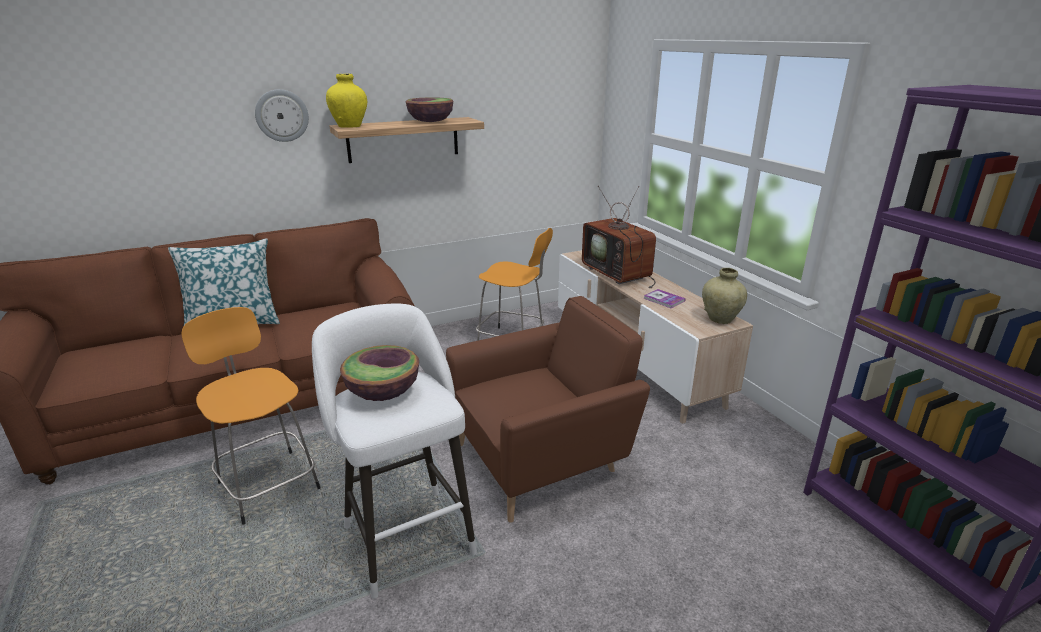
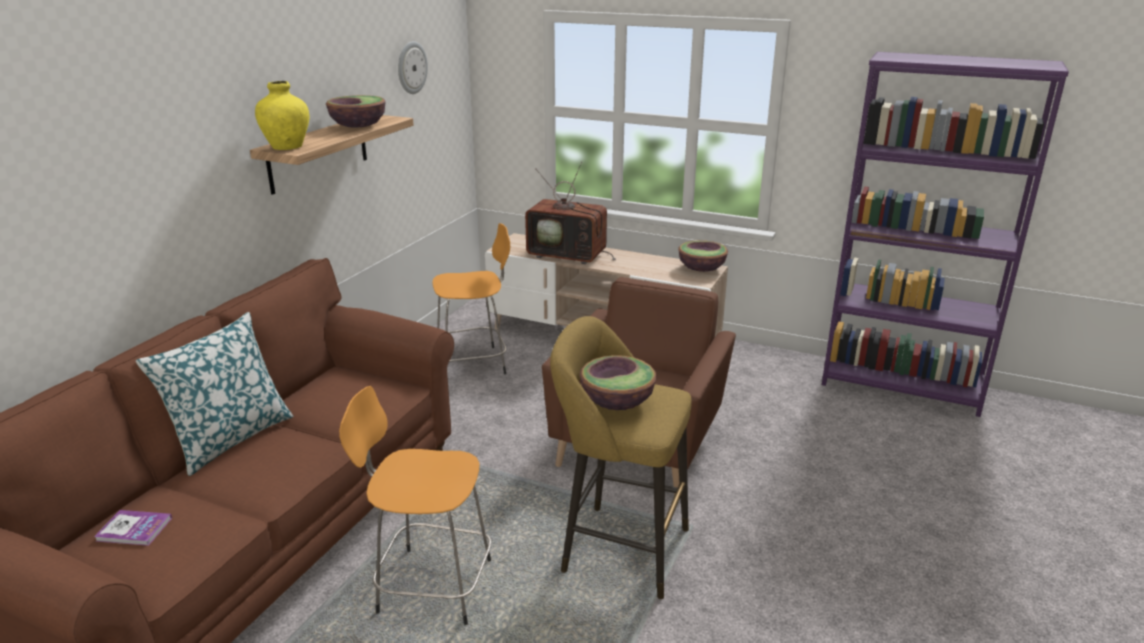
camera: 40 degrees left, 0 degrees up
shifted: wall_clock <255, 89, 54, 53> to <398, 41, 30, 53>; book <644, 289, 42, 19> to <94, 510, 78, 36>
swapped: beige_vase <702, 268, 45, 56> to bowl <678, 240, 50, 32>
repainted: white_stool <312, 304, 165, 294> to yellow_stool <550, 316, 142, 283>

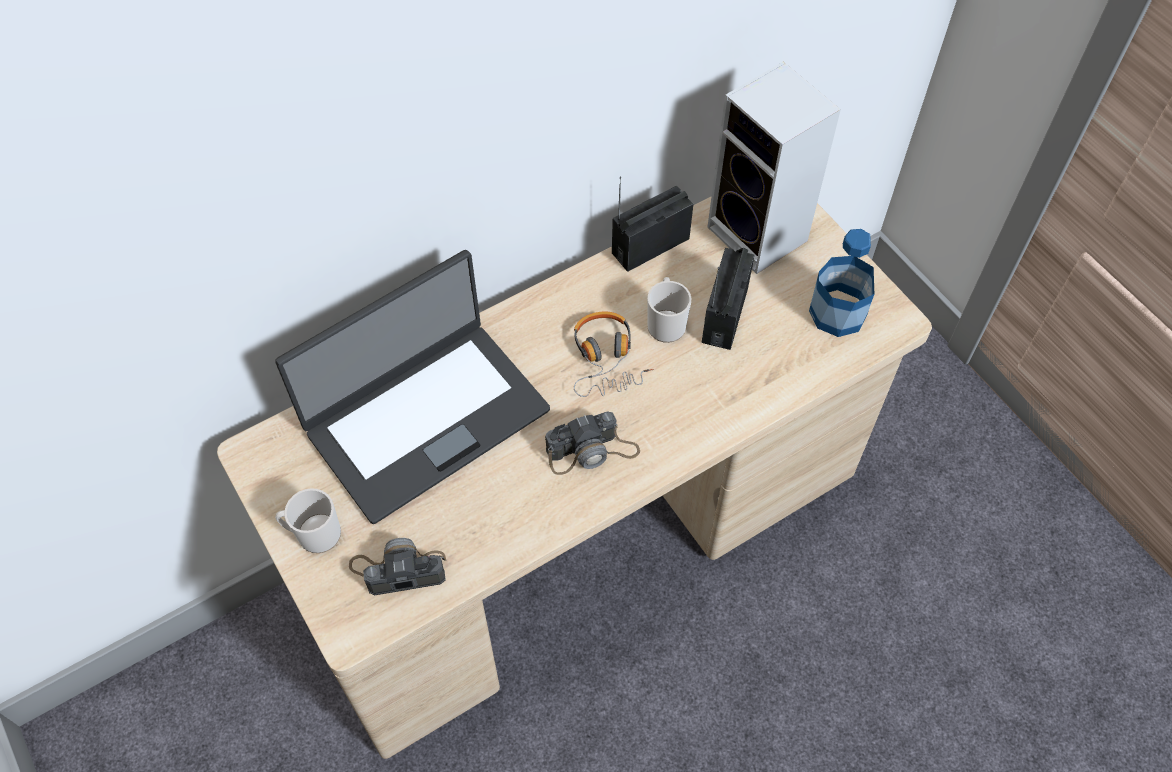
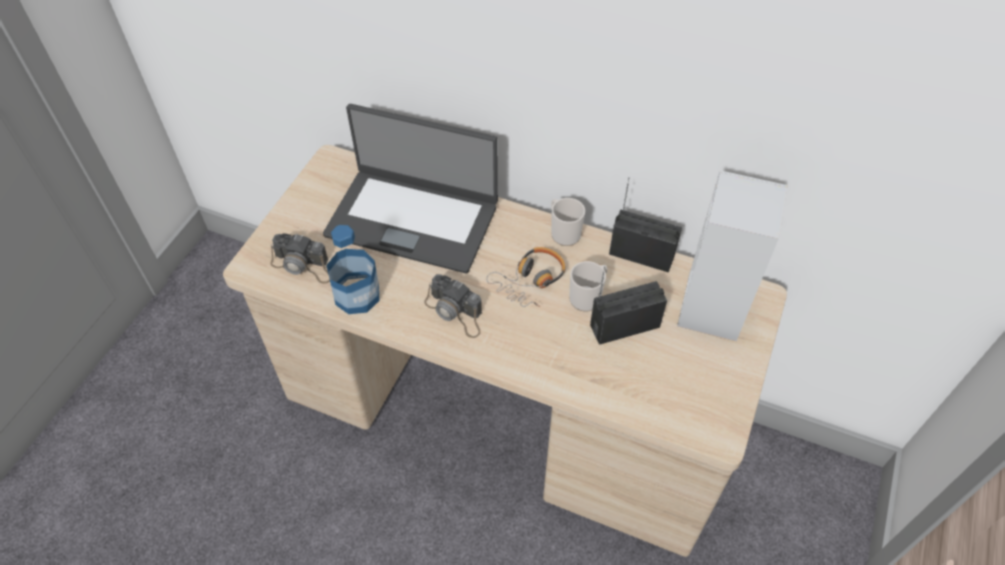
camera: 55 degrees right, 5 degrees down
shifted: bottle <809, 229, 65, 108> to <326, 225, 53, 89>; mug <275, 488, 66, 65> to <551, 198, 34, 48>
rotated: photo_camera <349, 538, 97, 57> = <270, 233, 60, 51> 150 degrees clockwise

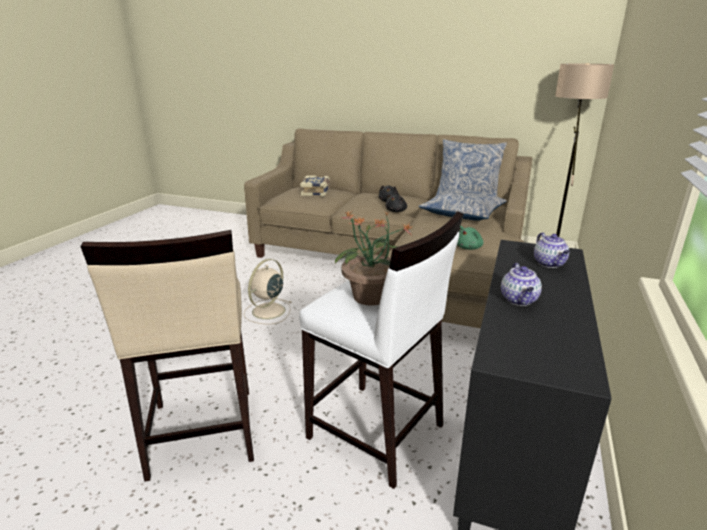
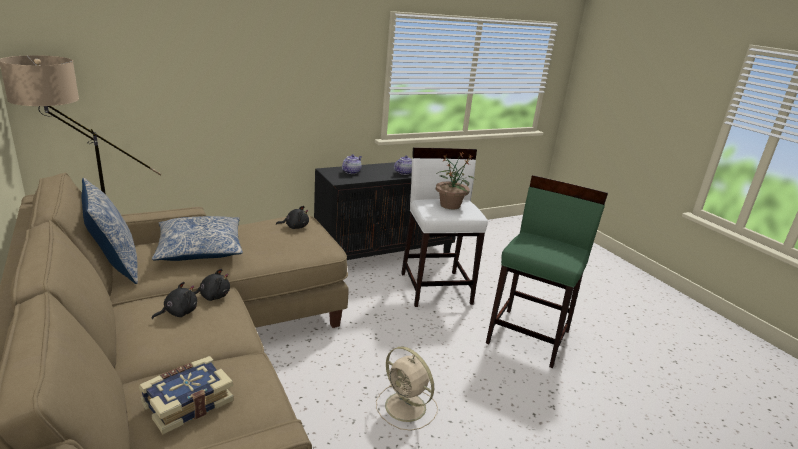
camera: 140 degrees left, 0 degrees up
repainted: green_plush_toy <457, 226, 26, 24> to black_plush_toy <276, 206, 33, 23>; beige_stool <81, 230, 173, 252> to green_stool <486, 175, 122, 193>
rotated: beige_fan <243, 259, 48, 65> = <376, 346, 62, 85> 60 degrees clockwise

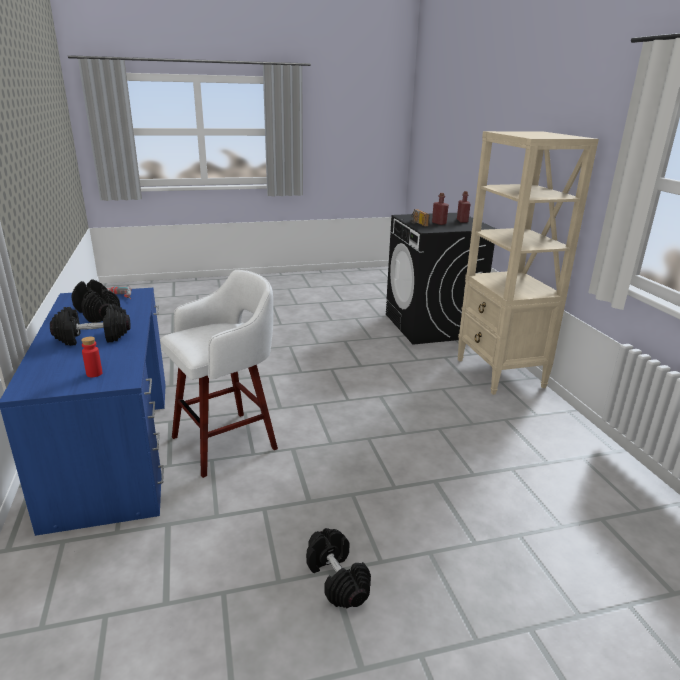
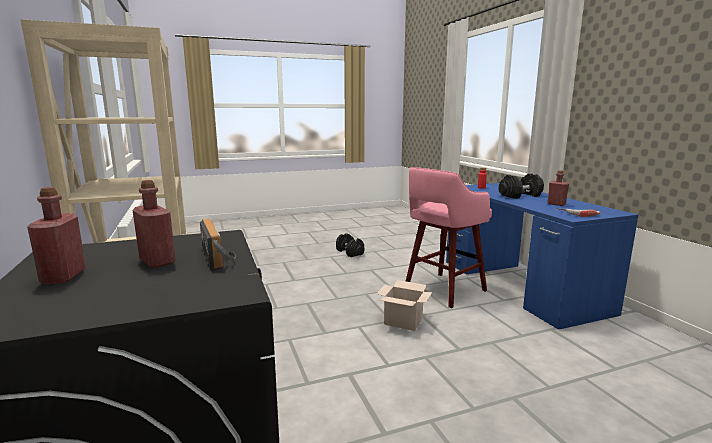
camera: 175 degrees right, 10 degrees down
new: cardboard_box <376, 280, 56, 51>
swapped: black_dumbbell <71, 279, 49, 44> to red_bottle <547, 170, 22, 36>
repainted: white_stool <160, 270, 118, 208> to pink_stool <406, 167, 86, 141>

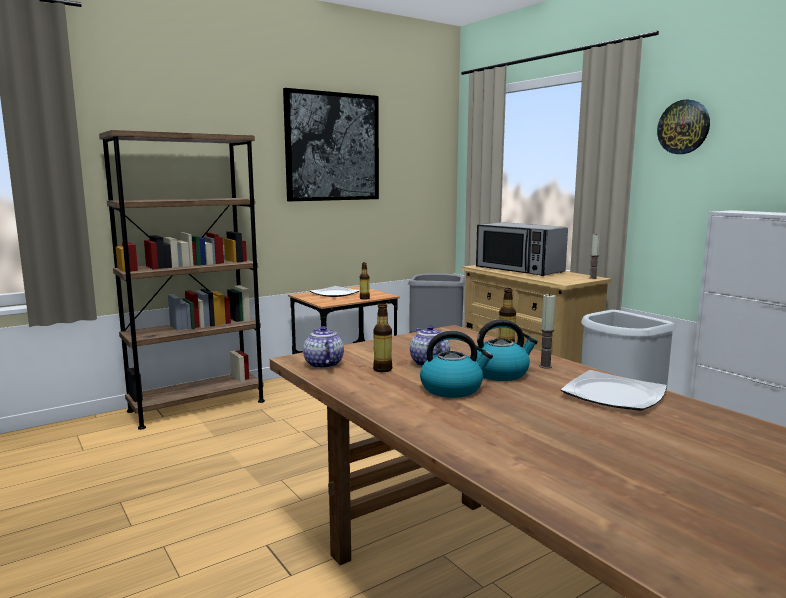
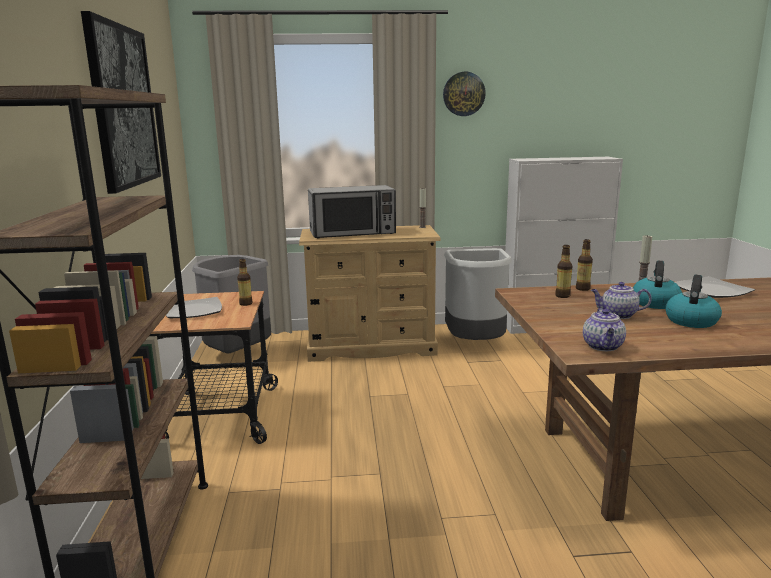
camera: 60 degrees left, 5 degrees up
shifted: bottle <373, 303, 19, 69> to <555, 245, 18, 53>
rotated: teapot <303, 326, 41, 43> = <583, 308, 43, 43> 90 degrees counterclockwise

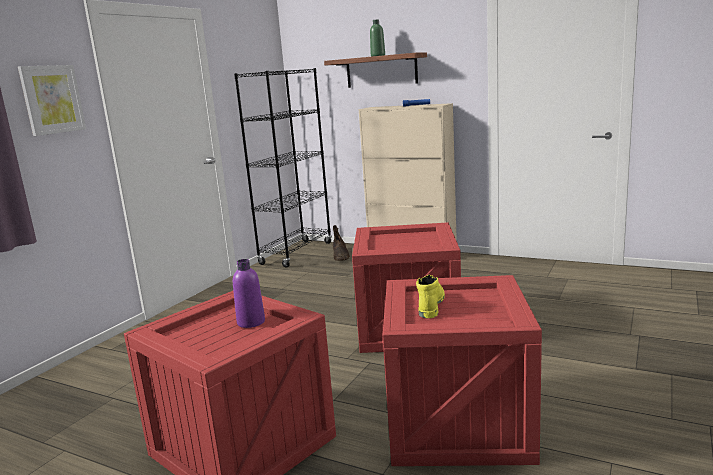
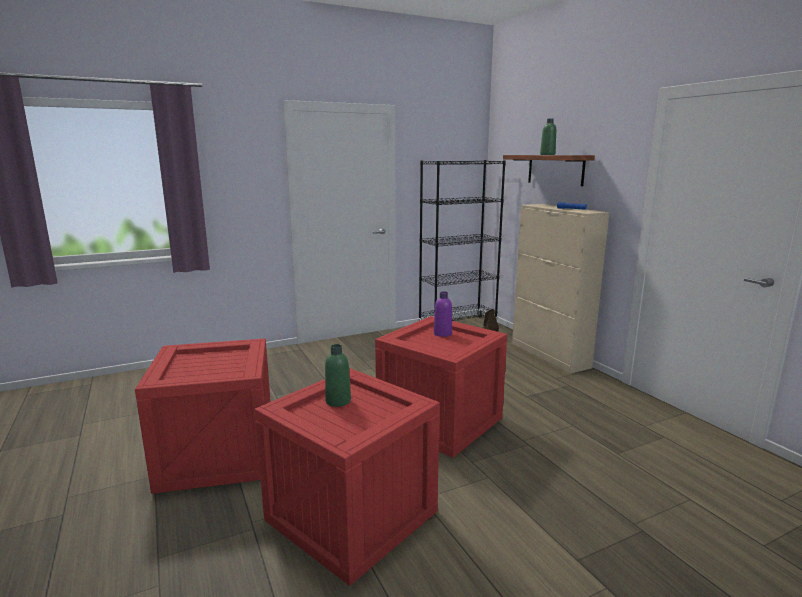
camera: 35 degrees right, 0 degrees up
gone: picture <18, 65, 68, 71>
shifted: purple_bottle <233, 259, 32, 69> to <434, 291, 18, 46>
swapped: yellow_boot <416, 275, 29, 43> to green_bottle <325, 344, 26, 63>

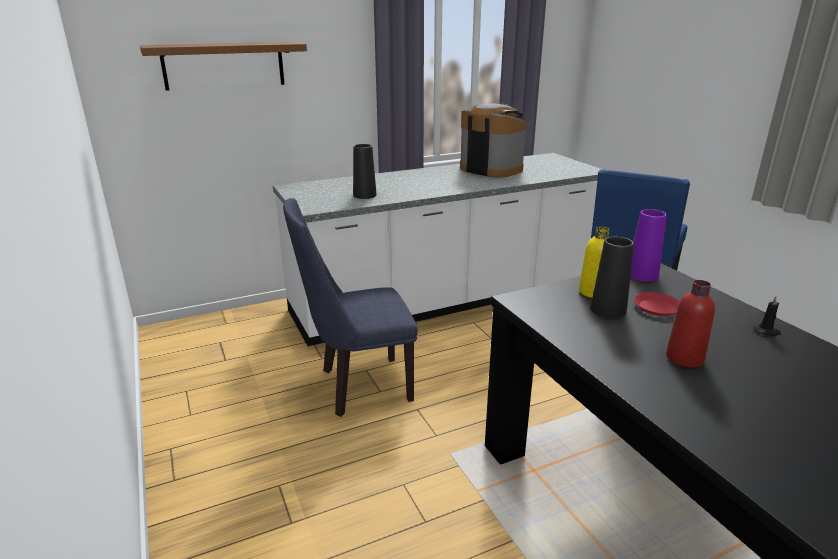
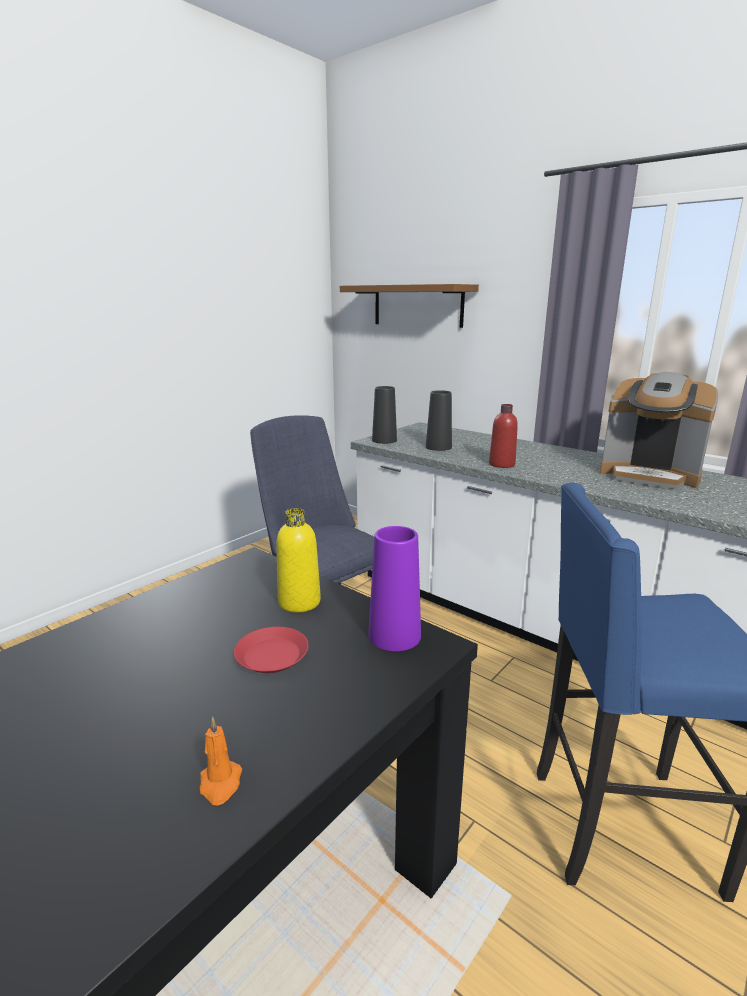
camera: 65 degrees right, 5 degrees down
shifted: black_vase <590, 237, 44, 81> to <372, 386, 25, 58>; red_bottle <666, 280, 49, 88> to <489, 404, 29, 64>
repainted: black_candle <753, 295, 28, 41> to orange_candle <200, 717, 42, 88>
rotated: coffee_machine <460, 103, 67, 75> = <600, 372, 118, 118> 105 degrees clockwise

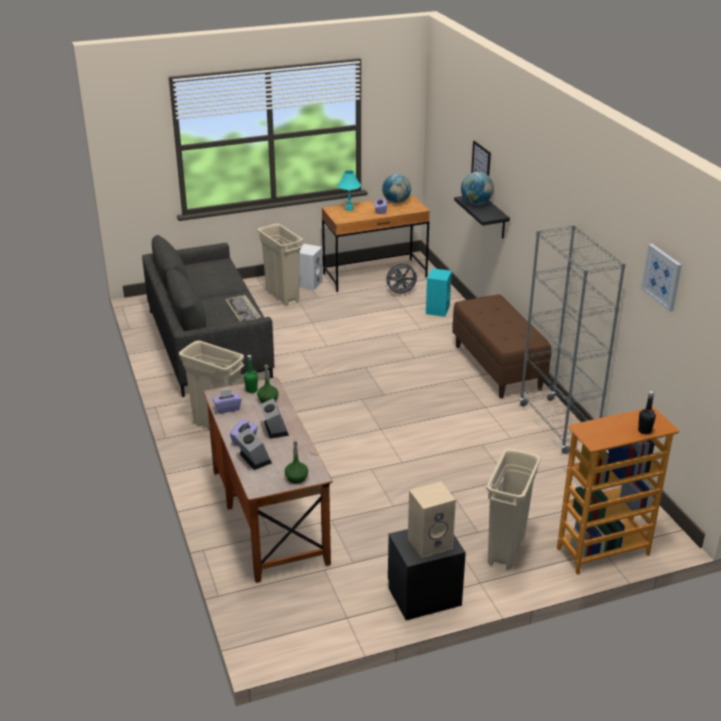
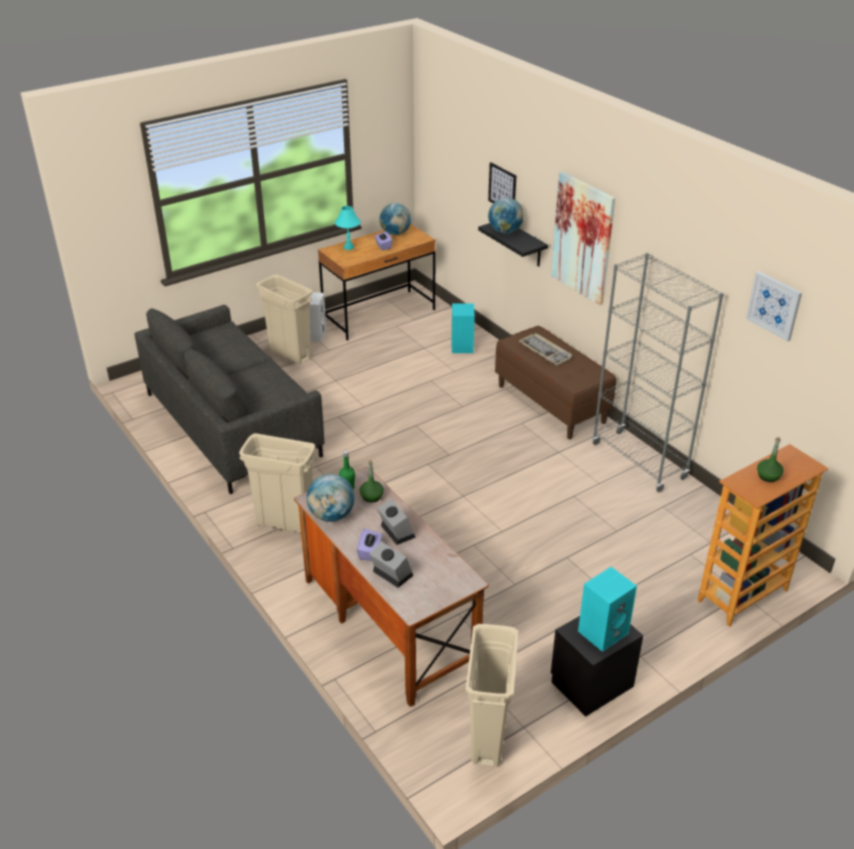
camera: 15 degrees left, 5 degrees up
gone: grey_fan <386, 264, 33, 32>; black_bottle <638, 391, 18, 43>
new: picture <551, 172, 64, 133>
shifted: keyboard <225, 295, 36, 27> to <519, 333, 53, 33>; green_bottle <284, 441, 24, 43> to <757, 437, 27, 45>; beige_trash_can <486, 448, 55, 122> to <466, 624, 52, 143>
swapped: purple_tissue_box <213, 389, 28, 25> to globe <307, 474, 47, 48>
repainted: beige_speaker <408, 481, 48, 77> to turquoise_speaker <578, 567, 59, 85>

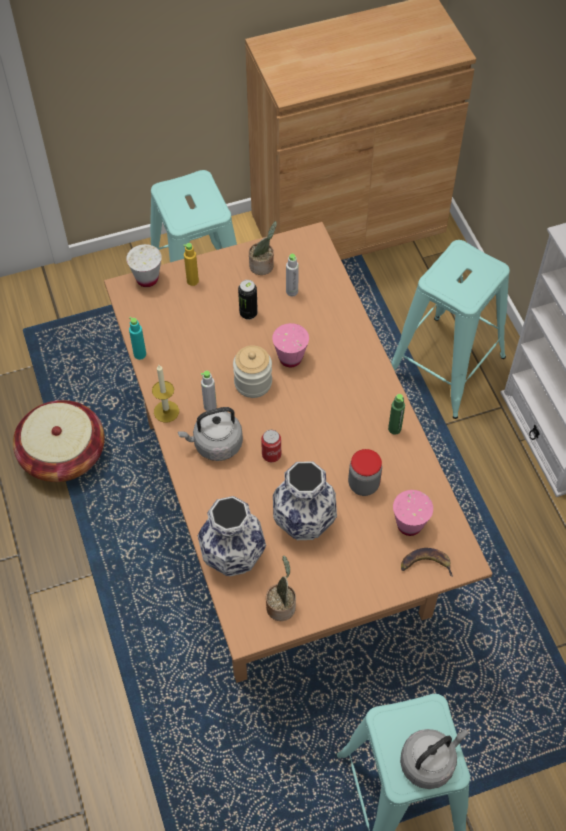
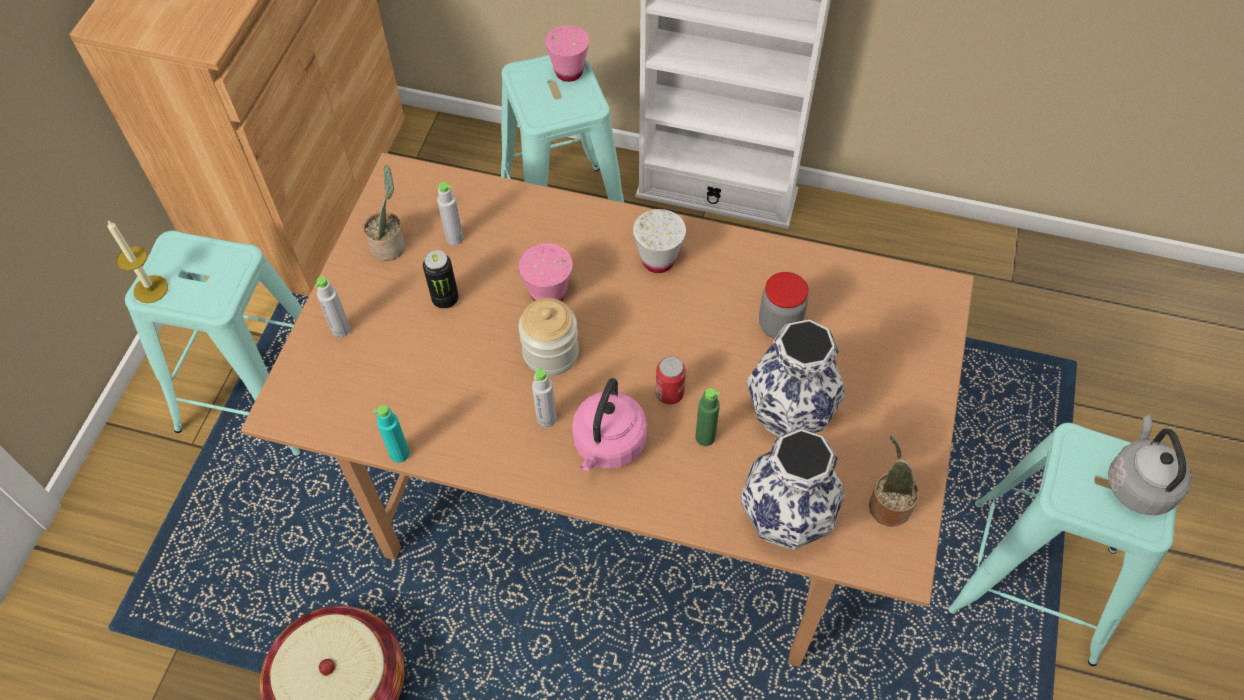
camera: 55 degrees left, 0 degrees up
gone: banana <401, 548, 52, 29>
shifted: white_cup <126, 244, 36, 43> to <633, 209, 53, 64>; candle <152, 365, 27, 57> to <108, 221, 60, 82>; green_bottle <388, 394, 17, 41> to <695, 388, 25, 58>; pink_cup <393, 490, 40, 46> to <545, 25, 44, 57>
repainted: yellow_bottle <183, 243, 16, 43> to grey_bottle <315, 276, 36, 62>; grey_kettle <178, 407, 65, 54> to pink_kettle <572, 378, 75, 92>

